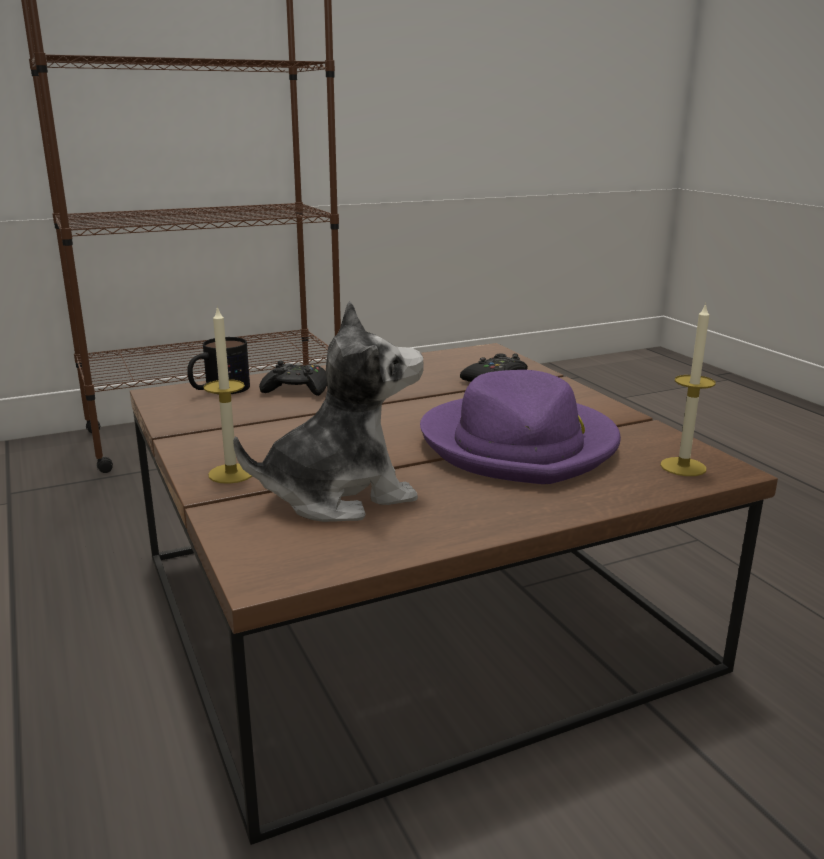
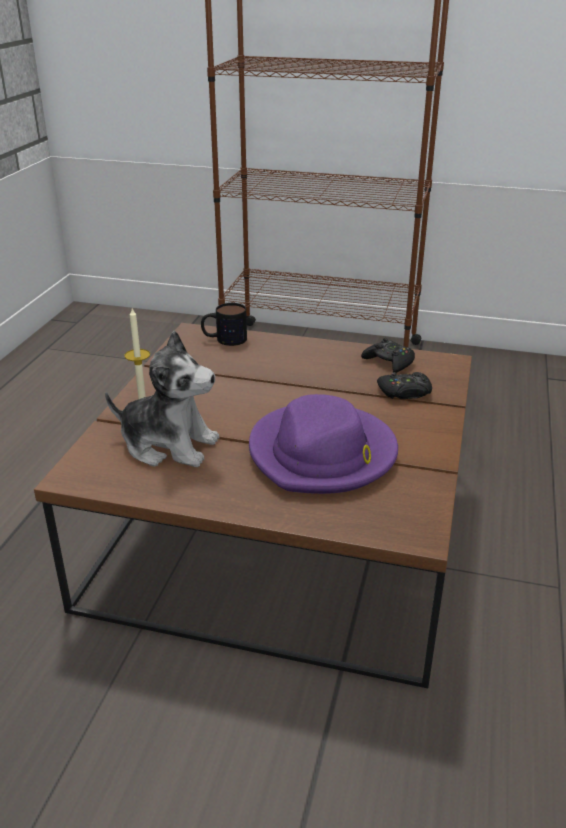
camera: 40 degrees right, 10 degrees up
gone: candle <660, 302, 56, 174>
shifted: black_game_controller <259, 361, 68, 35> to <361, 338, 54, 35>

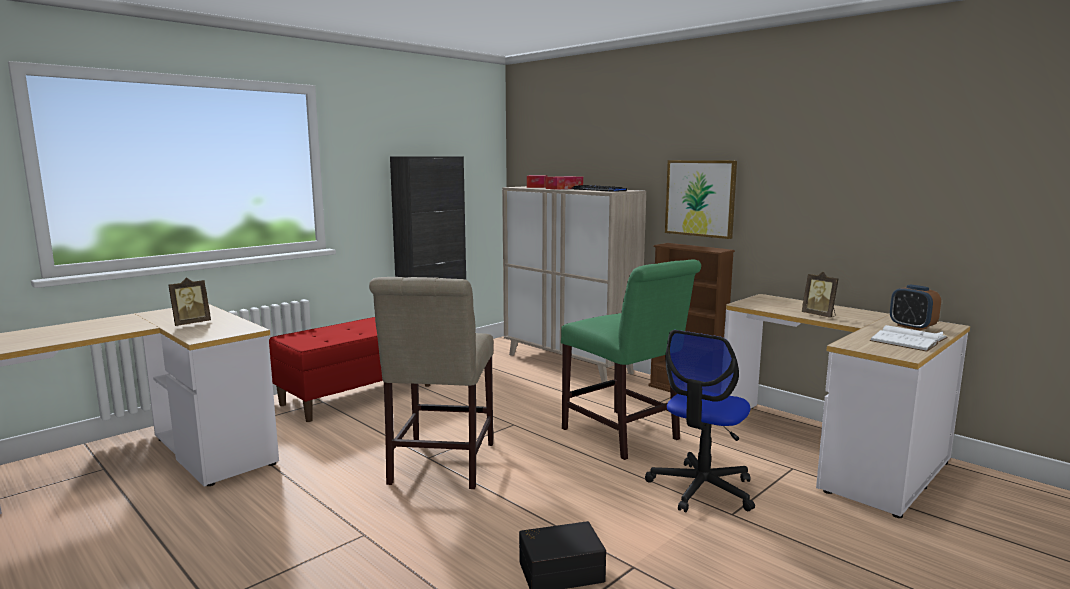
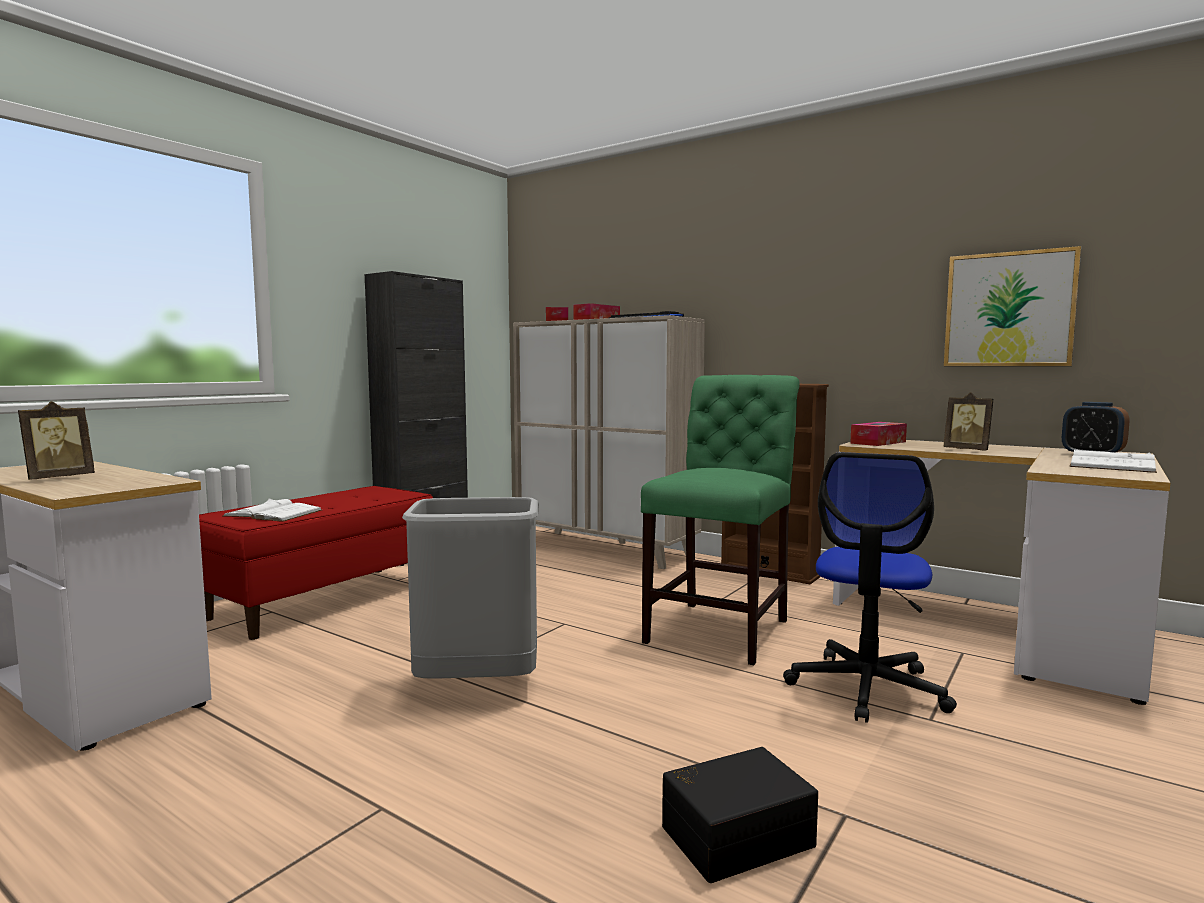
camera: 10 degrees left, 5 degrees down
new: tissue_box <850, 422, 57, 24>; white_book <223, 498, 99, 24>
shifted: picture <665, 160, 72, 79> to <944, 246, 137, 120>
swapped: beige_chair <369, 277, 124, 212> to grey_trash_can <402, 497, 137, 181>
rotated: green_chair <561, 260, 140, 200> = <641, 375, 159, 290> 105 degrees counterclockwise

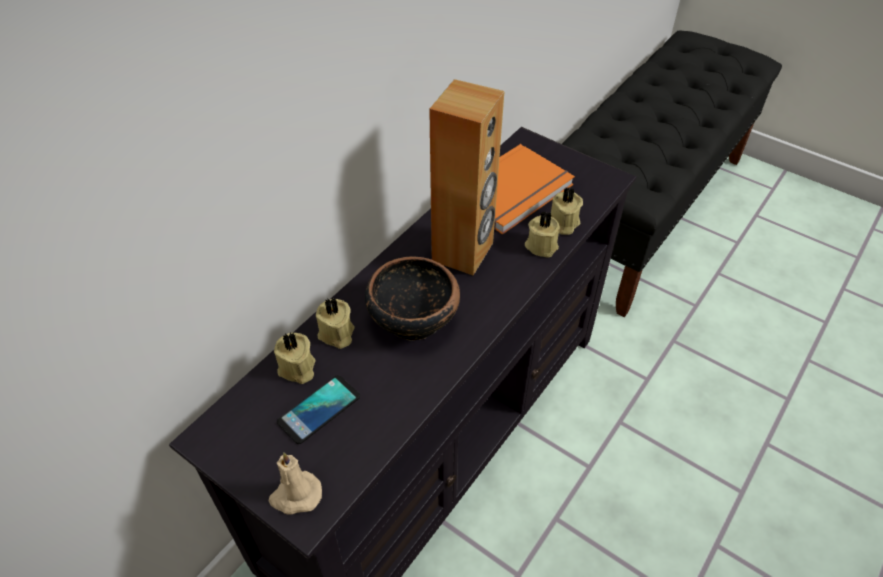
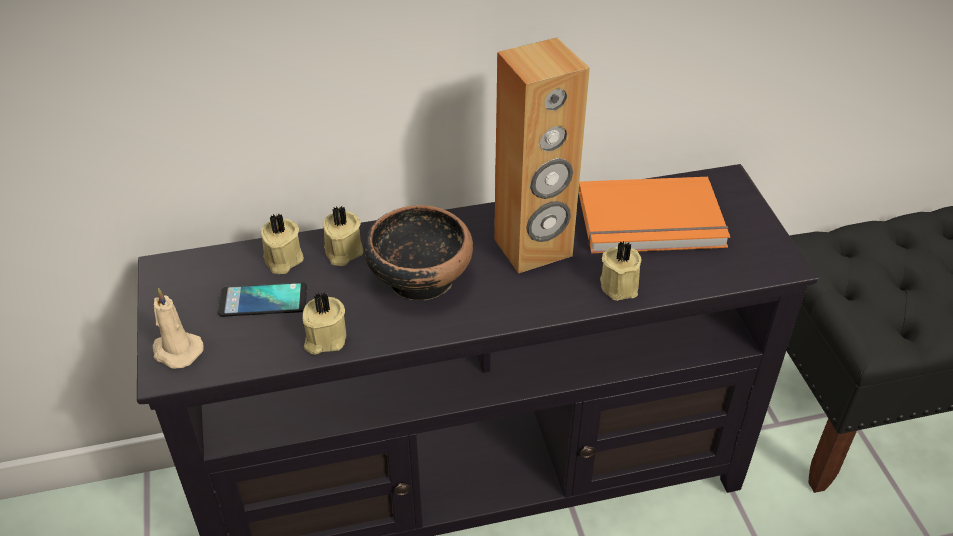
camera: 40 degrees right, 5 degrees down
shifted: beige_candle <551, 188, 32, 47> to <302, 292, 44, 63>

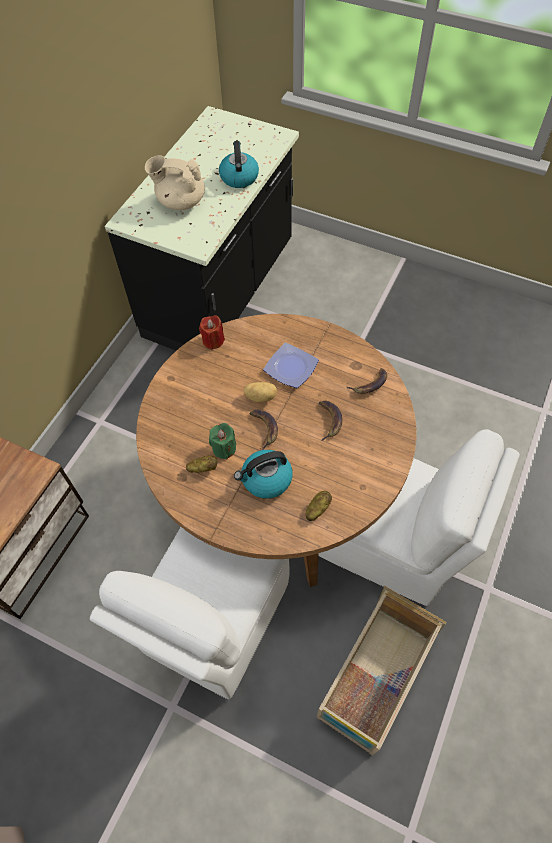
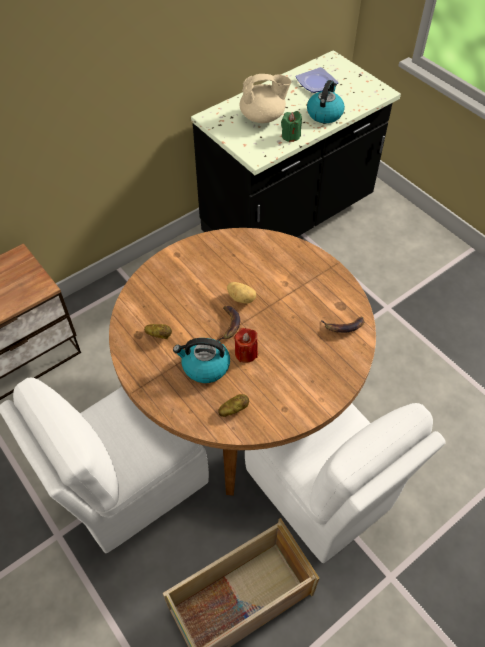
camera: 25 degrees right, 5 degrees down
gone: banana <319, 401, 23, 40>
shifted: red_candle <199, 315, 26, 35> to <234, 328, 24, 35>; plate <263, 343, 56, 45> to <295, 67, 44, 26>; green_candle <209, 423, 27, 36> to <281, 111, 21, 31>
rotated: beige_teapot <145, 155, 60, 55> = <240, 74, 51, 49> 135 degrees clockwise

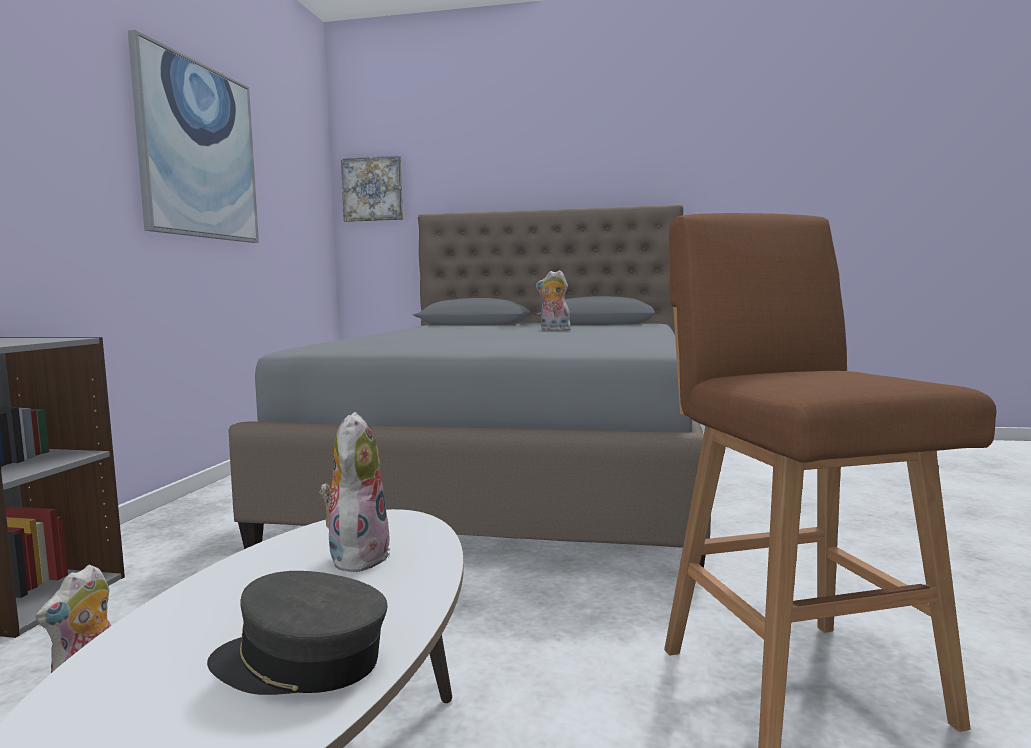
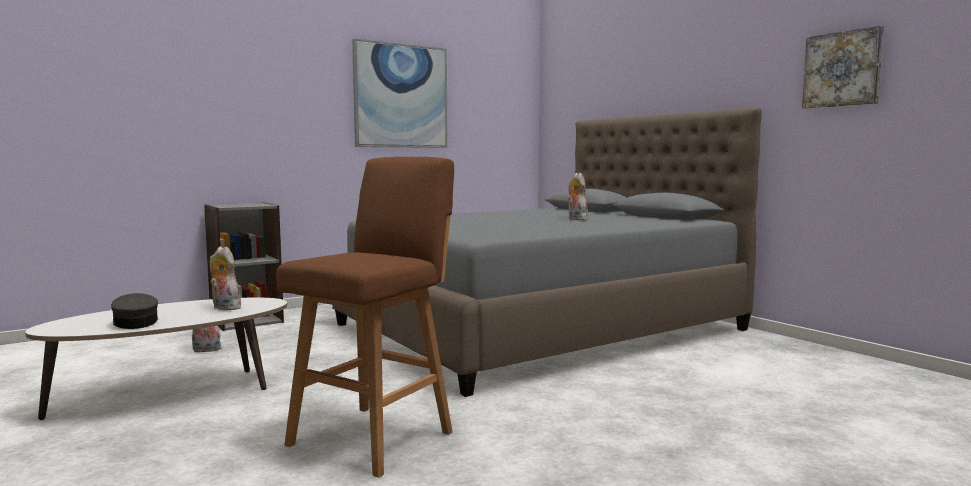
camera: 45 degrees right, 0 degrees up
shifted: picture <341, 156, 62, 66> to <802, 25, 82, 84>
rotated: plush_toy <320, 412, 70, 160> = <210, 246, 31, 64> 105 degrees counterclockwise

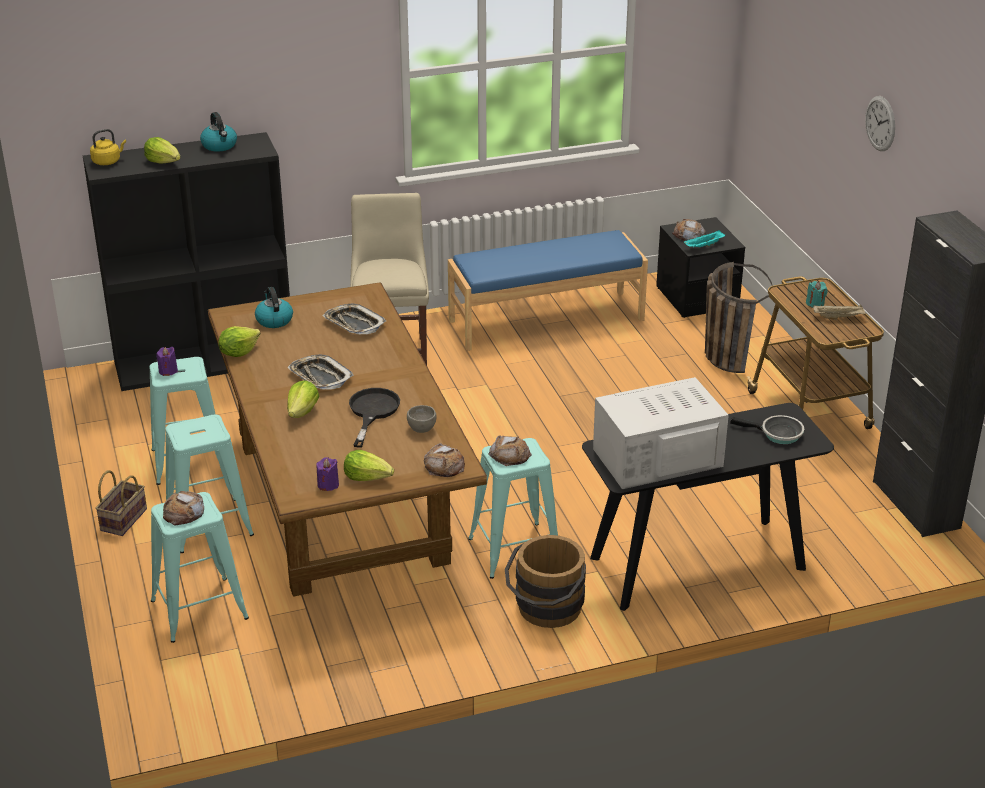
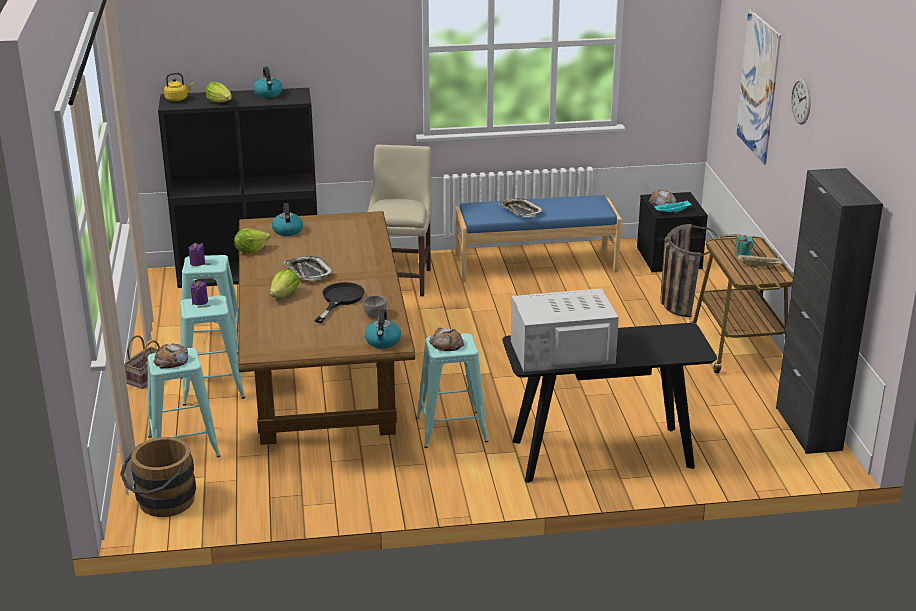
camera: 10 degrees right, 5 degrees down
gone: frying_pan <730, 415, 74, 29>; lettuce <344, 450, 50, 31>
new: picture <736, 9, 45, 156>
shifted: tray <323, 304, 64, 31> to <499, 198, 45, 19>; purple_candle <316, 457, 23, 34> to <190, 281, 18, 24>; brown_bucket <505, 535, 81, 93> to <120, 437, 76, 80>
swapped: bread <424, 443, 41, 34> to kettle <365, 309, 36, 39>

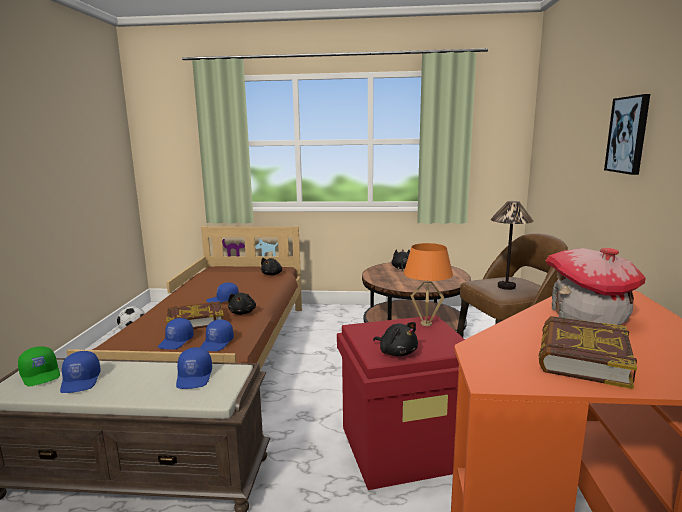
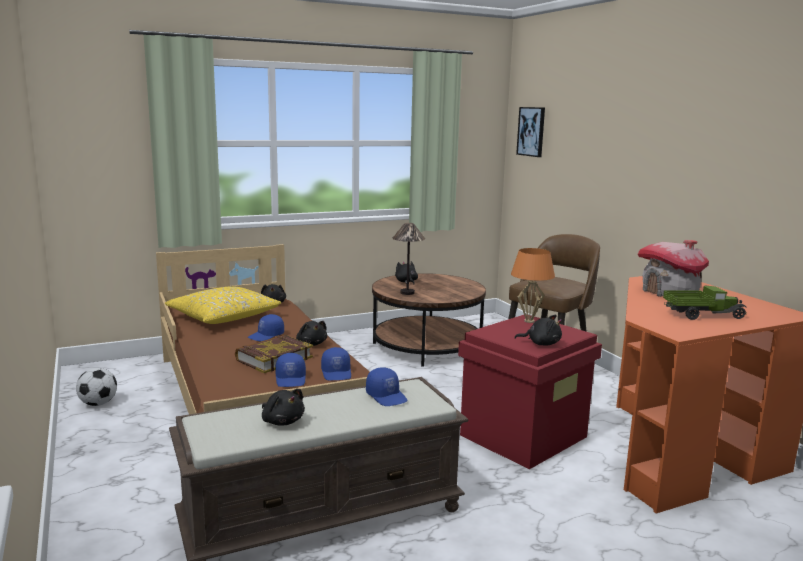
camera: 30 degrees left, 0 degrees up
gone: green_cap <18, 346, 42, 40>
new: yellow_pillow <165, 286, 116, 38>
shifted: picture <604, 94, 46, 81> to <516, 107, 29, 50>; table_lamp <491, 201, 43, 89> to <393, 223, 32, 72>
swapped: book <539, 316, 98, 73> to toy_truck <663, 286, 84, 34>; blue_cap <60, 351, 41, 42> to black_plush_toy <262, 389, 43, 37>

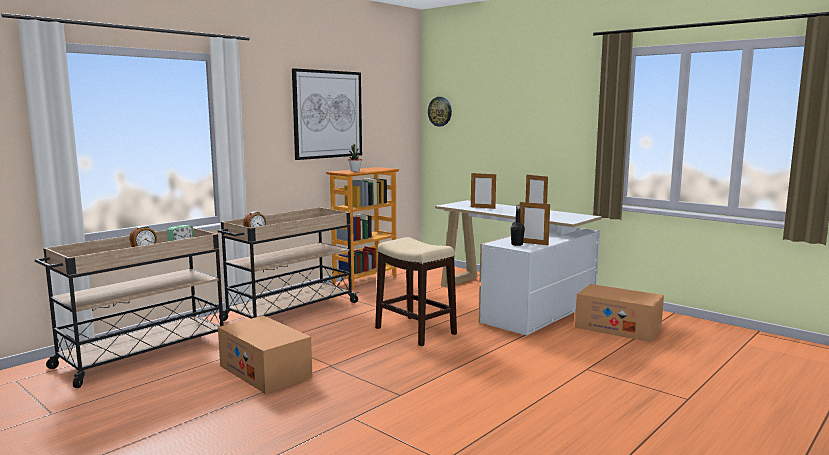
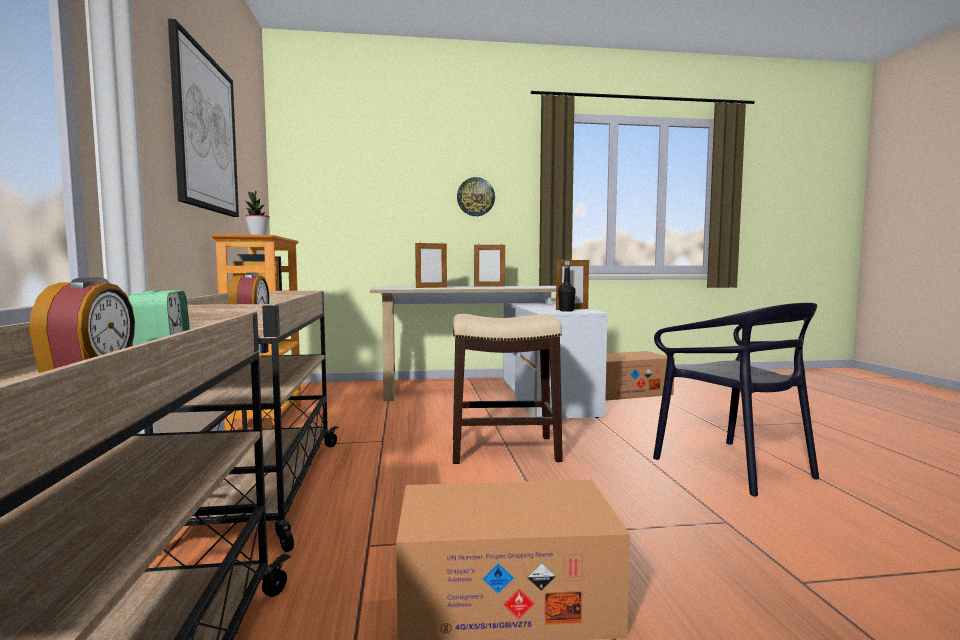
camera: 50 degrees left, 5 degrees down
new: black_chair <653, 303, 166, 194>
shifted: wall_clock <428, 97, 24, 30> to <457, 177, 38, 39>

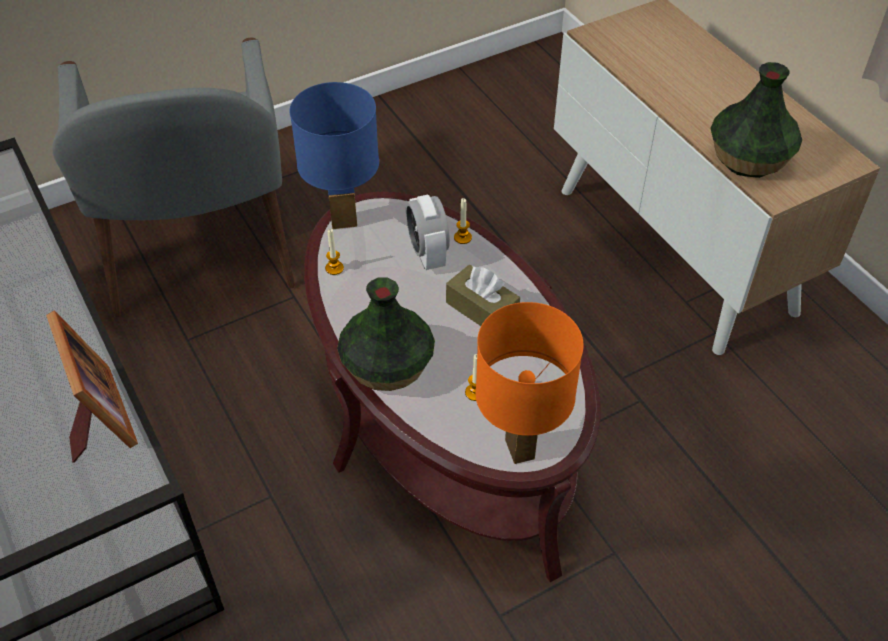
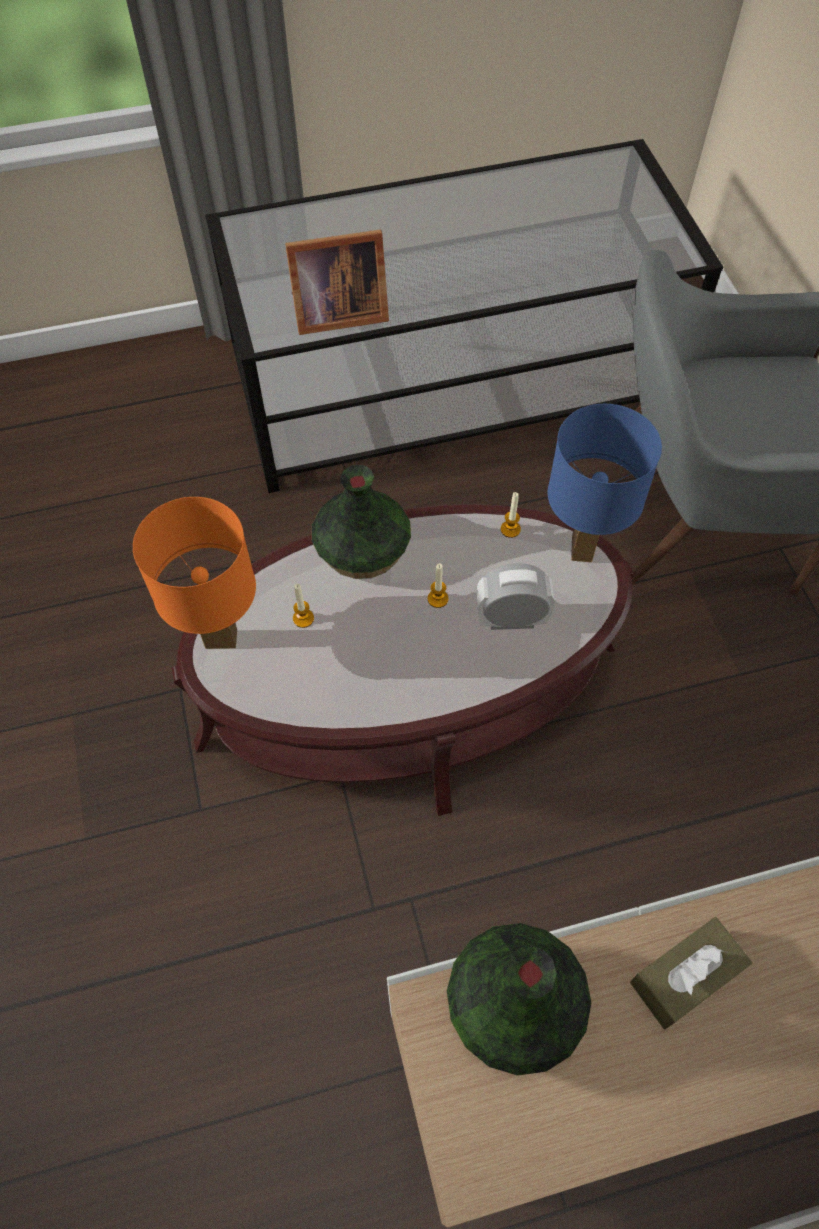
camera: 105 degrees right, 10 degrees up
shifted: candle <454, 198, 18, 46> to <428, 563, 21, 45>; brown_tissue_box <446, 265, 74, 61> to <630, 917, 122, 112>

